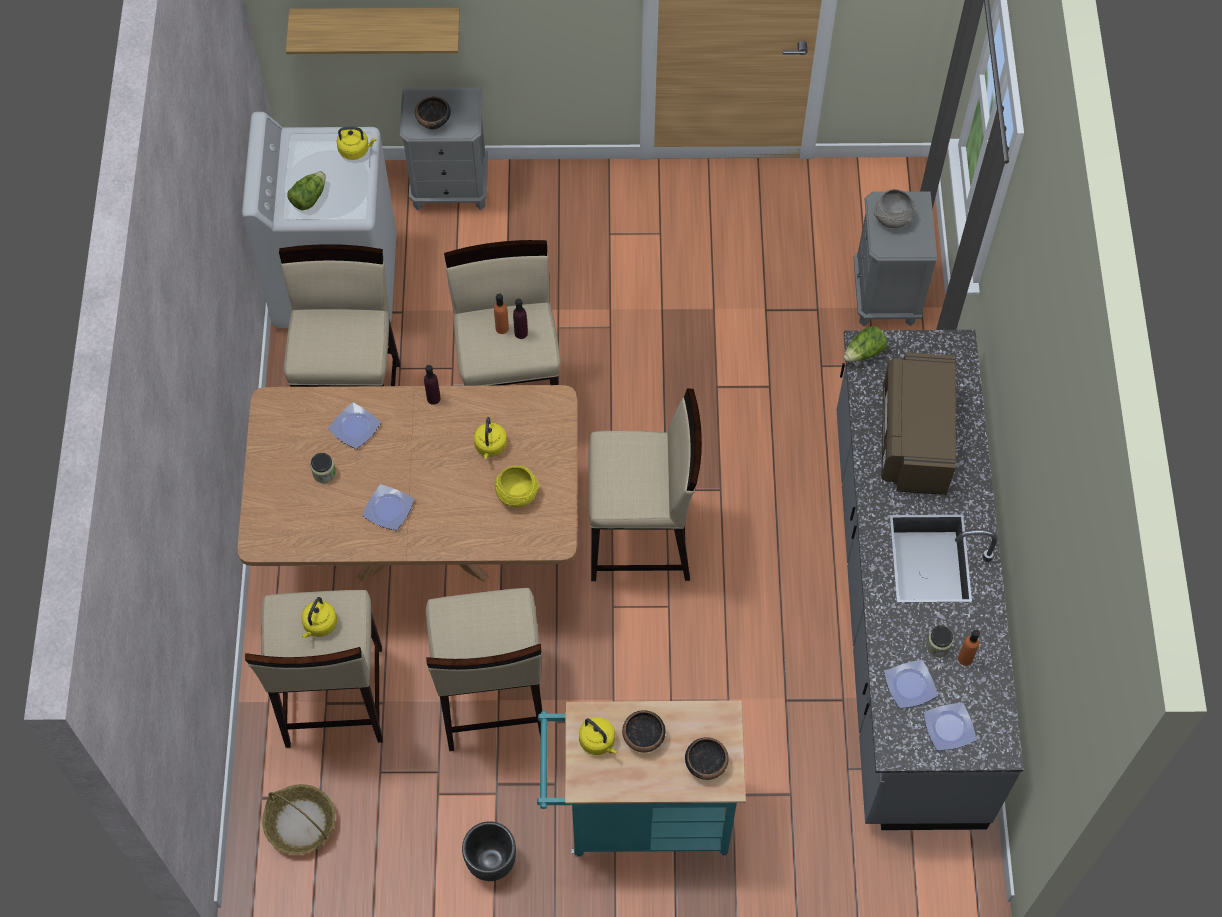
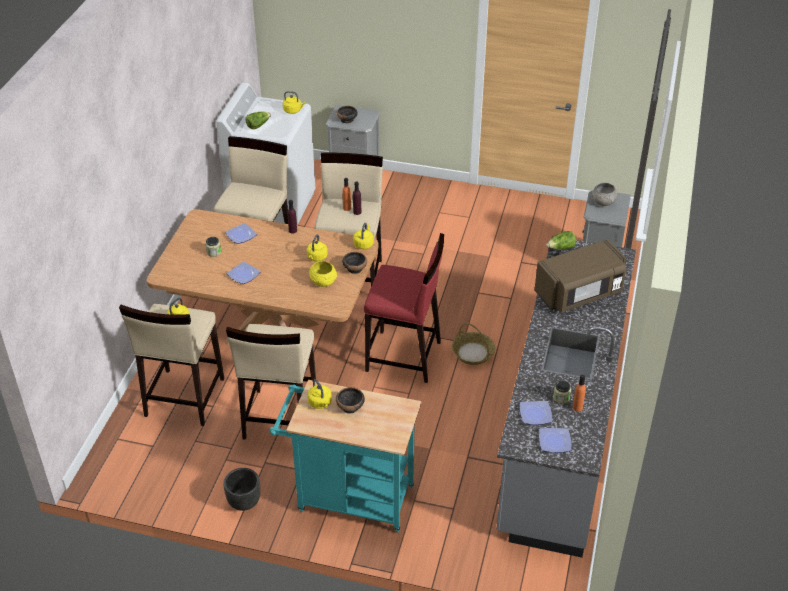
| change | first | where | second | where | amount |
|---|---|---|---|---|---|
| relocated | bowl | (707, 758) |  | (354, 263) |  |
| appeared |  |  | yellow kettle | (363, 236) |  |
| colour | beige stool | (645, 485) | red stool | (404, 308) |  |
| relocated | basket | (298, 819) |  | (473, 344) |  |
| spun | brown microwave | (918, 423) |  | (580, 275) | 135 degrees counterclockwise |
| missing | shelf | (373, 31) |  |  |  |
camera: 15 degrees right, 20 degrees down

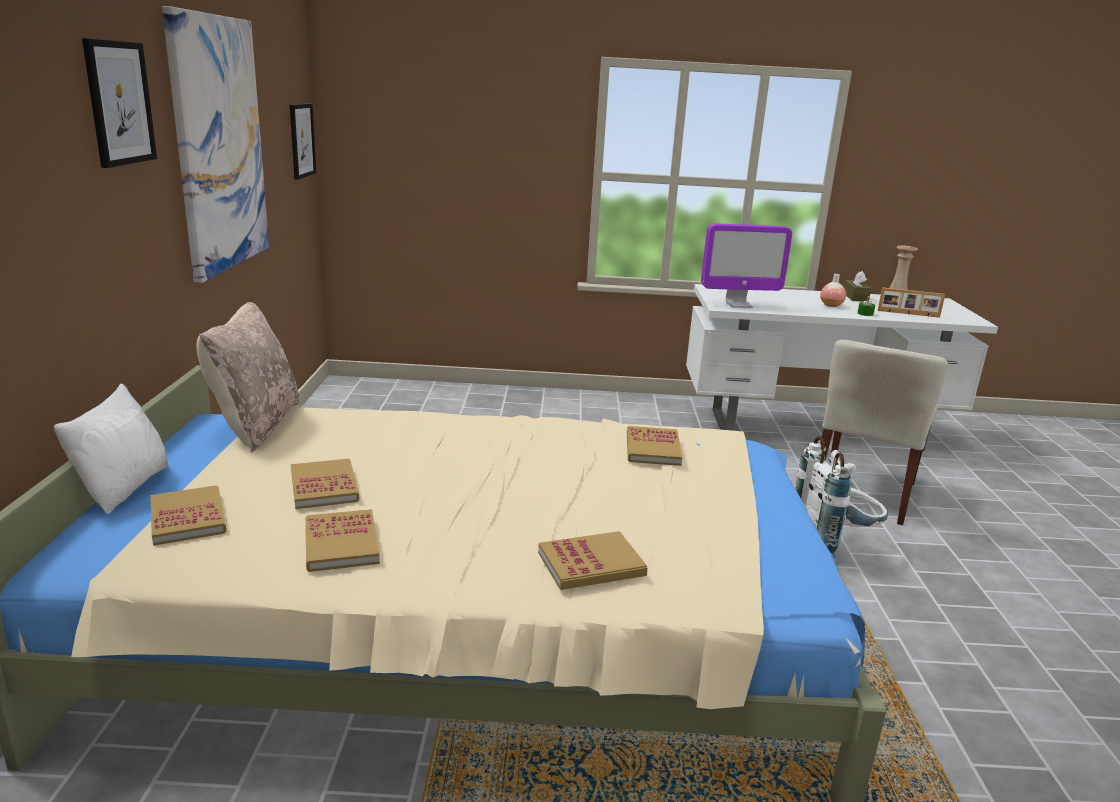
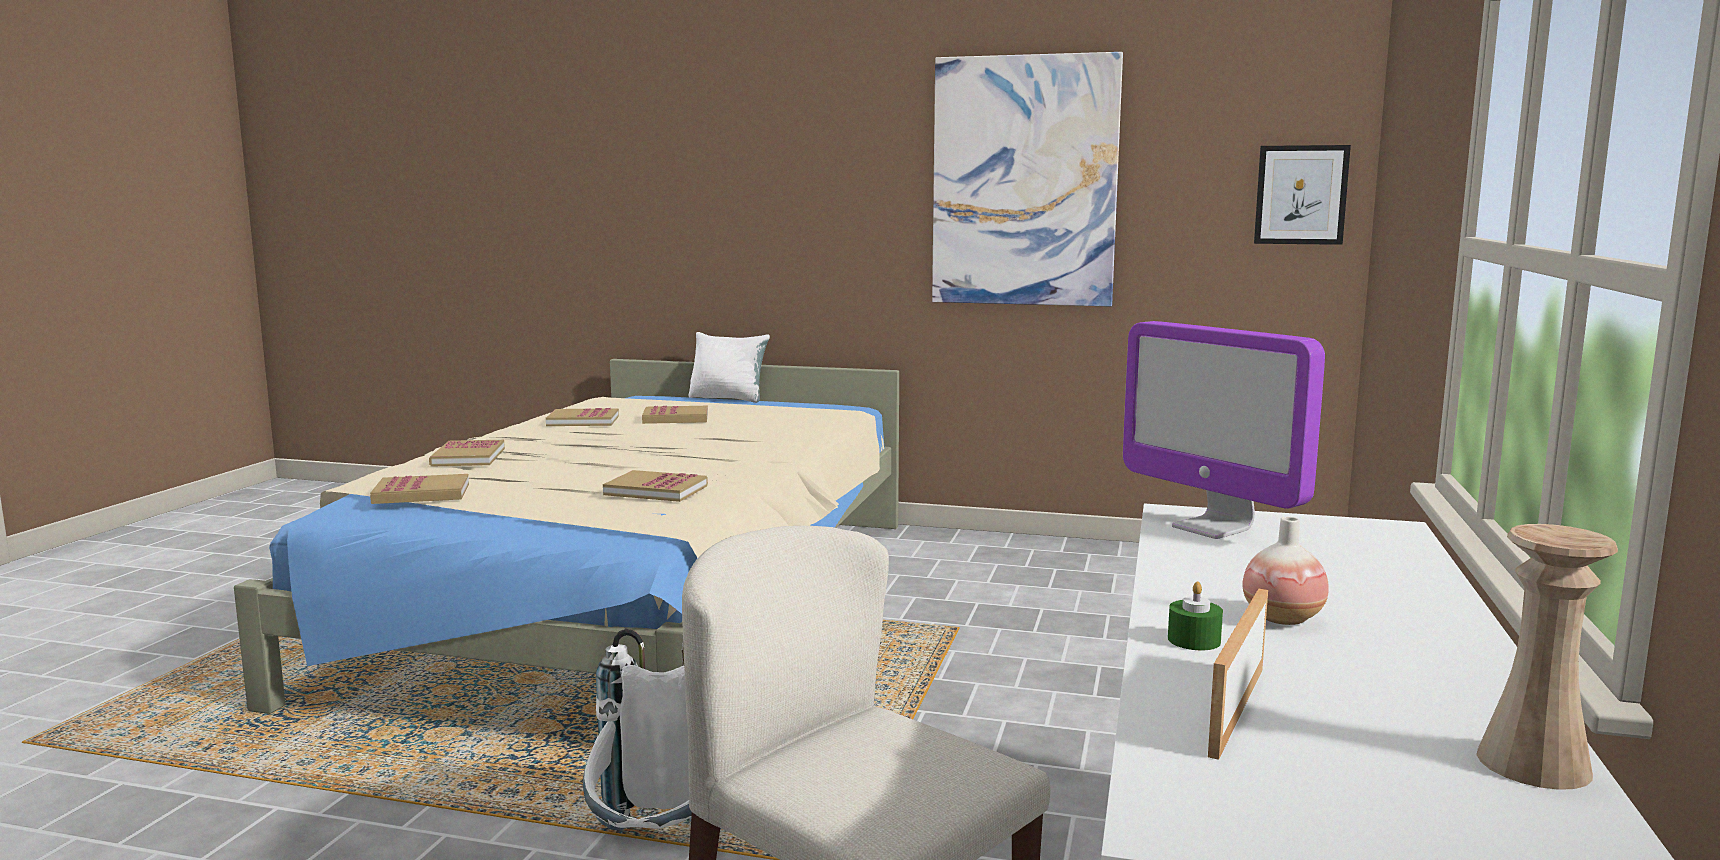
| change | first | where | second | where | amount |
|---|---|---|---|---|---|
| relocated | book | (188, 515) |  | (419, 489) |  |
| spun | monitor | (746, 265) |  | (1224, 430) | 45 degrees counterclockwise |
| missing | picture | (119, 103) |  |  |  |
| missing | beige pillow | (248, 377) |  |  |  |
| missing | brown tissue box | (857, 286) |  |  |  |
camera: 105 degrees right, 10 degrees down

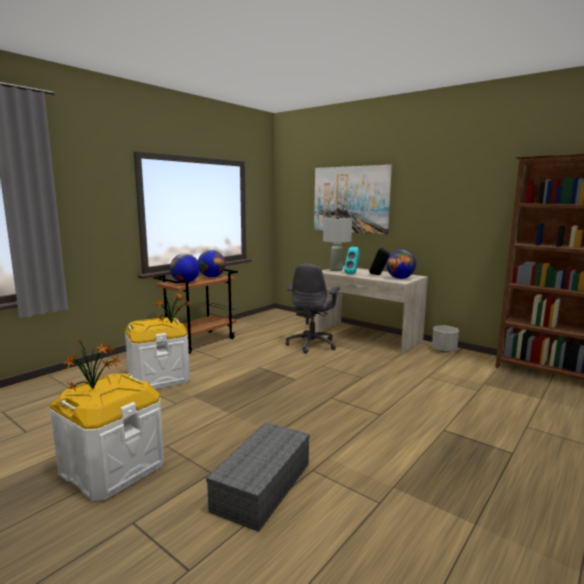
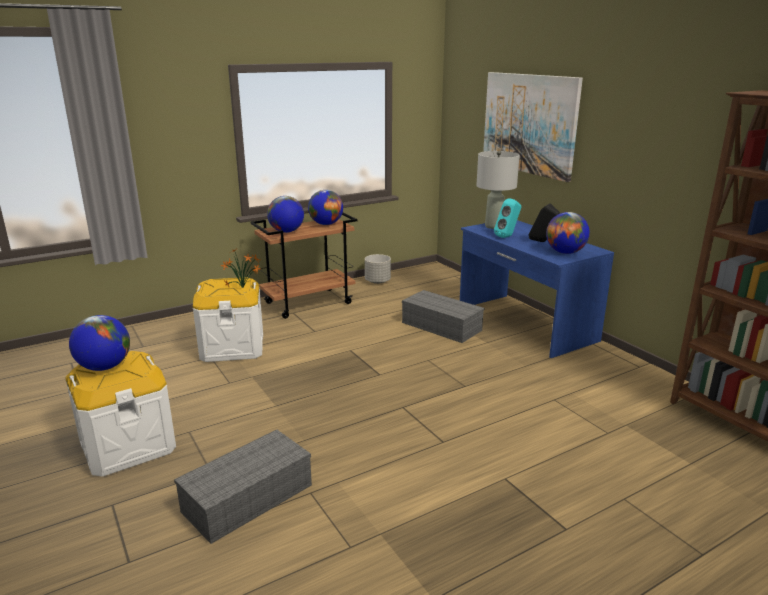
| change | first | where | second | where | amount |
|---|---|---|---|---|---|
| exchanged | potted plant | (92, 364) | globe | (99, 343) |  |
| relocated | grey planter | (445, 339) |  | (378, 269) |  |
| exchanged | grey office chair | (313, 309) | grey storage box | (443, 316) |  |
| colour | beige desk | (371, 310) | blue desk | (537, 289) |  |
camera: 20 degrees right, 10 degrees up

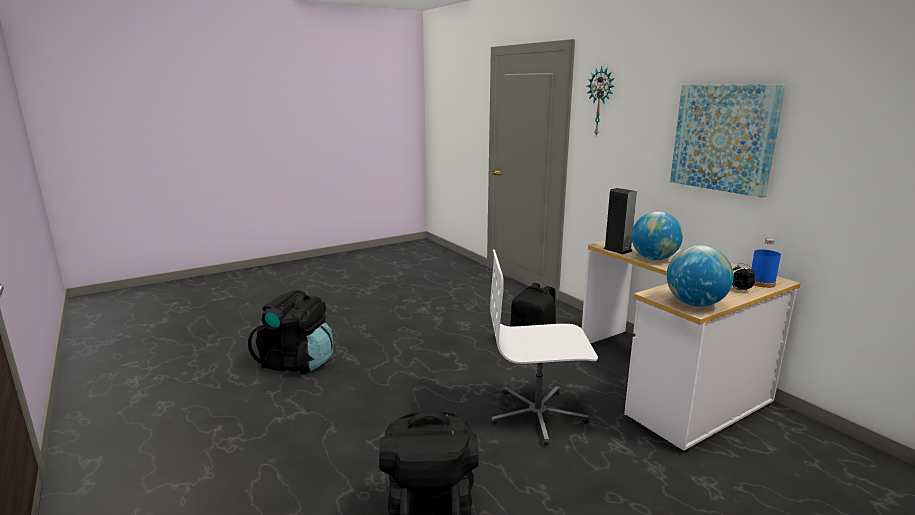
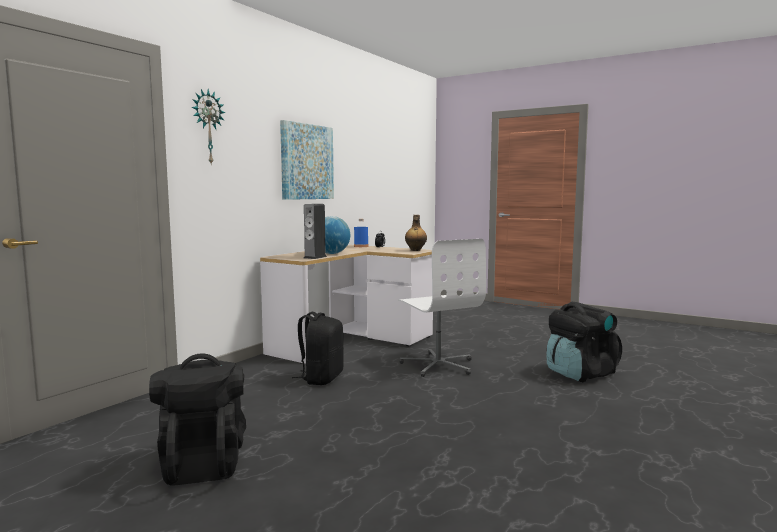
| change | first | where | second | where | amount |
|---|---|---|---|---|---|
| relocated | black backpack | (290, 332) |  | (197, 419) |  |
| exchanged | globe | (700, 276) | bottle | (416, 233) |  |
camera: 115 degrees left, 10 degrees down

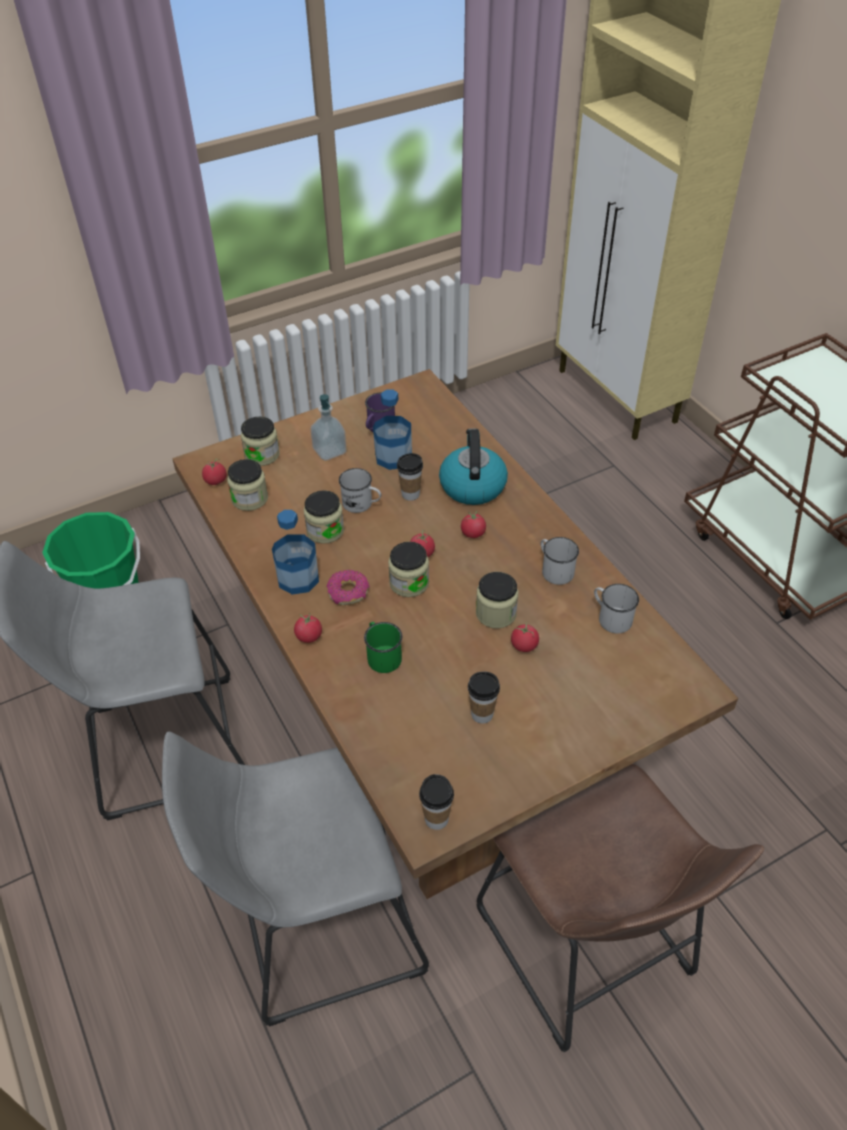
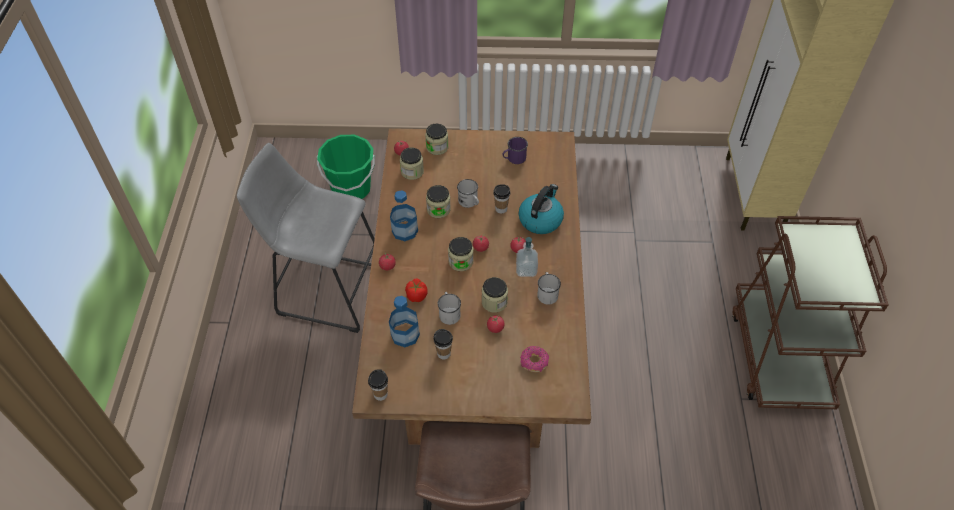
| change | first | where | second | where | amount |
|---|---|---|---|---|---|
| relocated | bottle | (392, 429) |  | (404, 321) |  |
| exchanged | green mug | (383, 647) | tomato | (416, 290) |  |
| relocated | white mug | (616, 608) |  | (449, 308) |  |
| relocated | soap dispenser | (329, 427) |  | (527, 257) |  |
| relocated | donut | (348, 587) |  | (534, 359) |  |
| missing | grey stool | (295, 879) |  |  |  |
camera: 30 degrees right, 5 degrees up

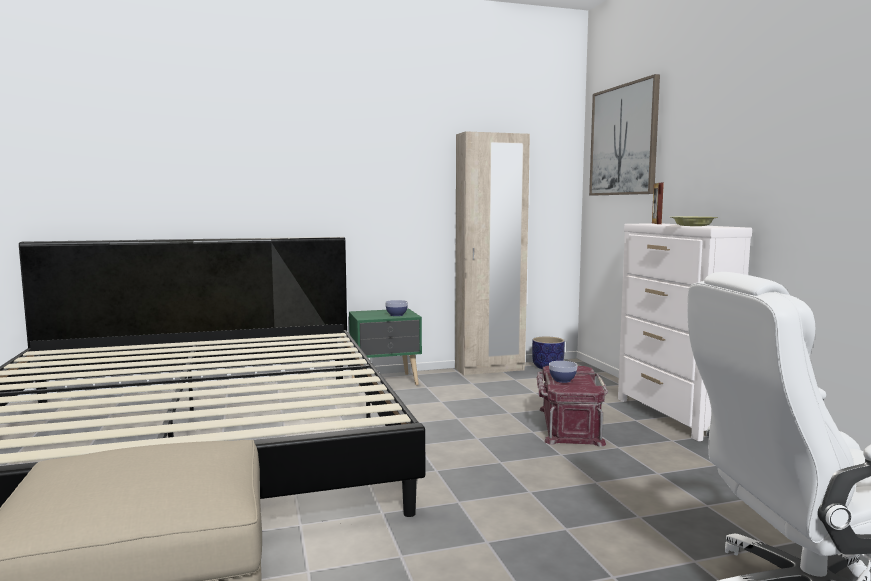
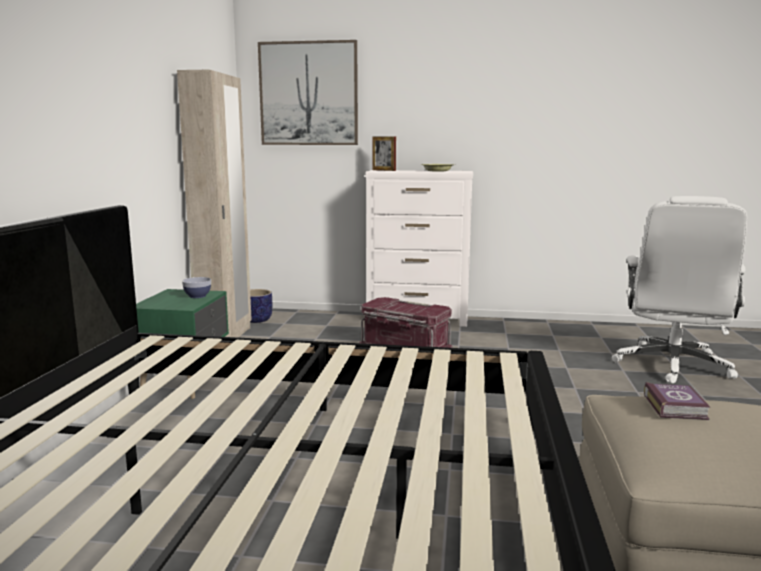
| change | first | where | second | where | amount |
|---|---|---|---|---|---|
| appeared |  |  | book | (677, 401) |  |
| missing | bowl | (563, 372) |  |  |  |
camera: 65 degrees left, 5 degrees up

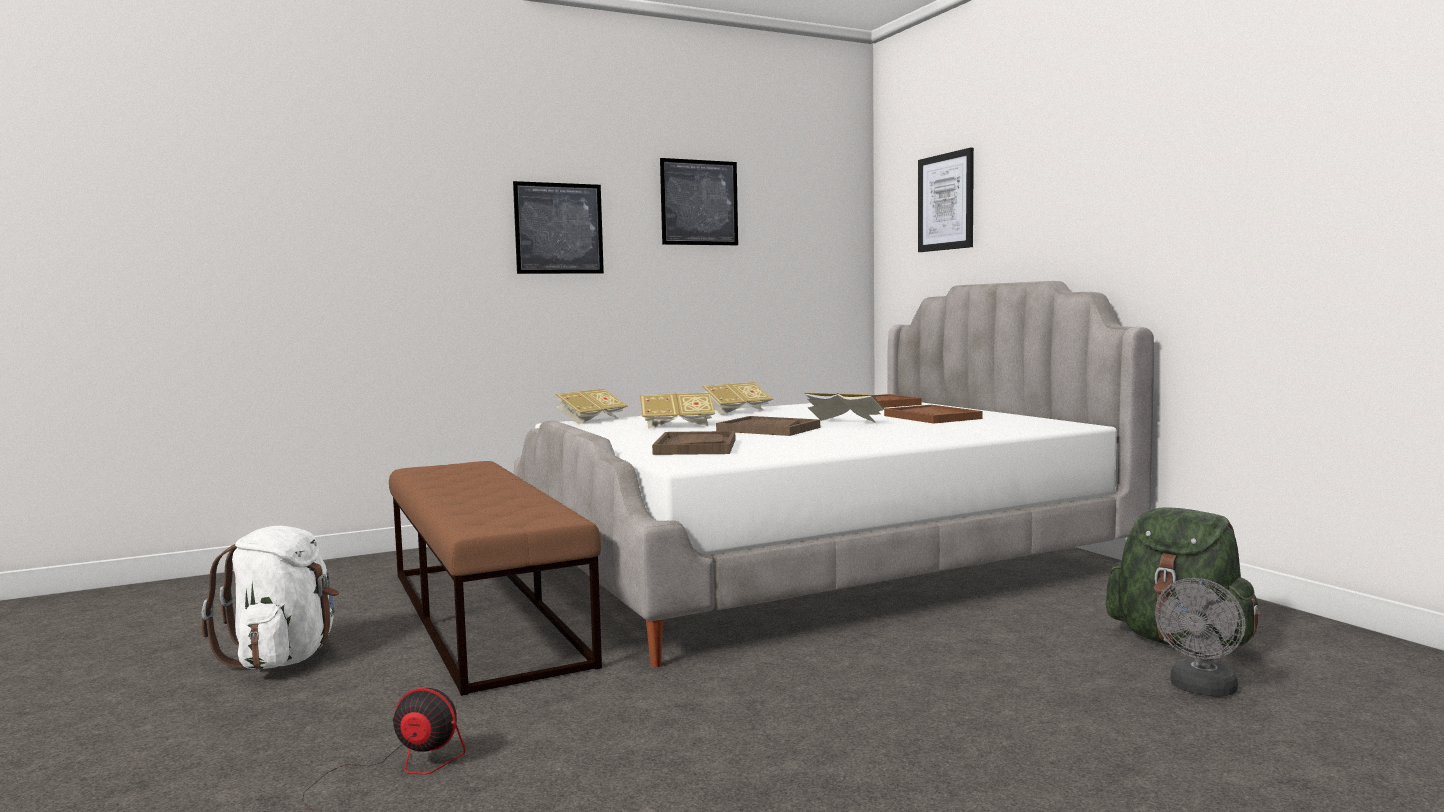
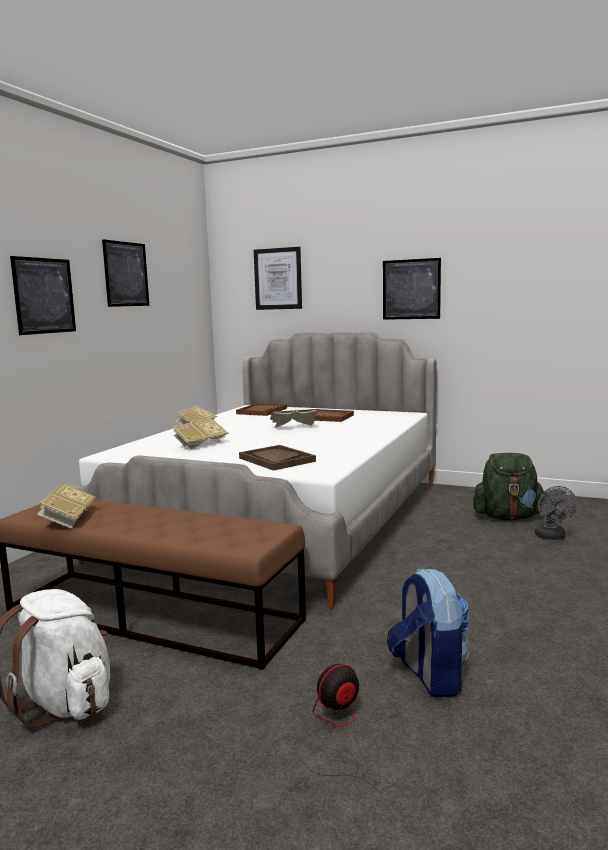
| change | first | where | second | where | amount |
|---|---|---|---|---|---|
| relocated | book | (591, 406) |  | (66, 506) |  |
| appeared |  |  | picture | (412, 289) |  |
| appeared |  |  | backpack | (428, 632) |  |
| missing | brown tray | (768, 426) |  |  |  |
camera: 40 degrees left, 5 degrees up

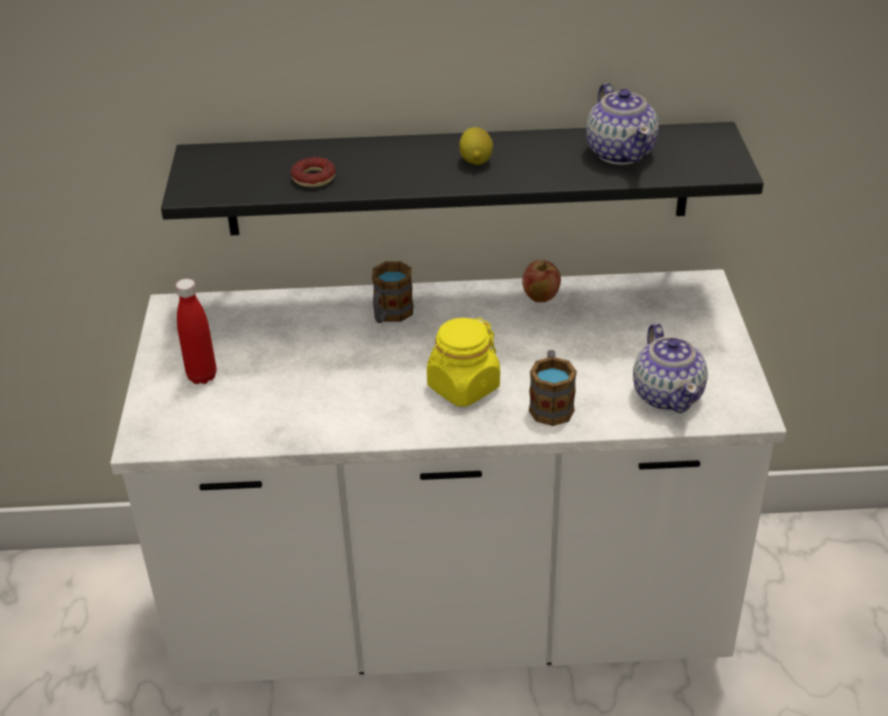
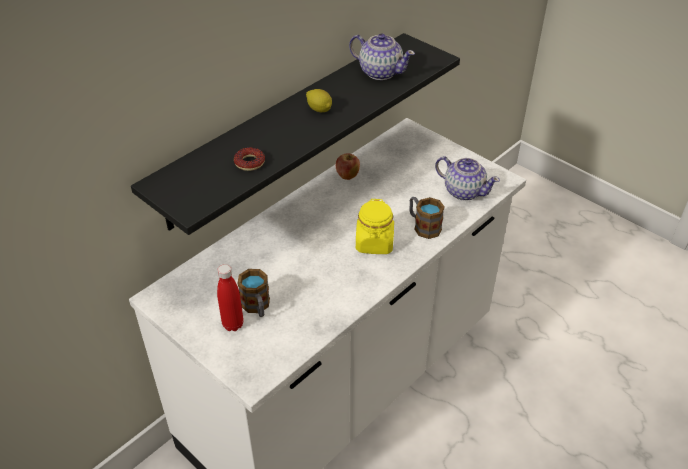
| change | first | where | second | where | amount |
|---|---|---|---|---|---|
| relocated | mug | (392, 292) |  | (253, 293) |  |
camera: 45 degrees left, 5 degrees up

